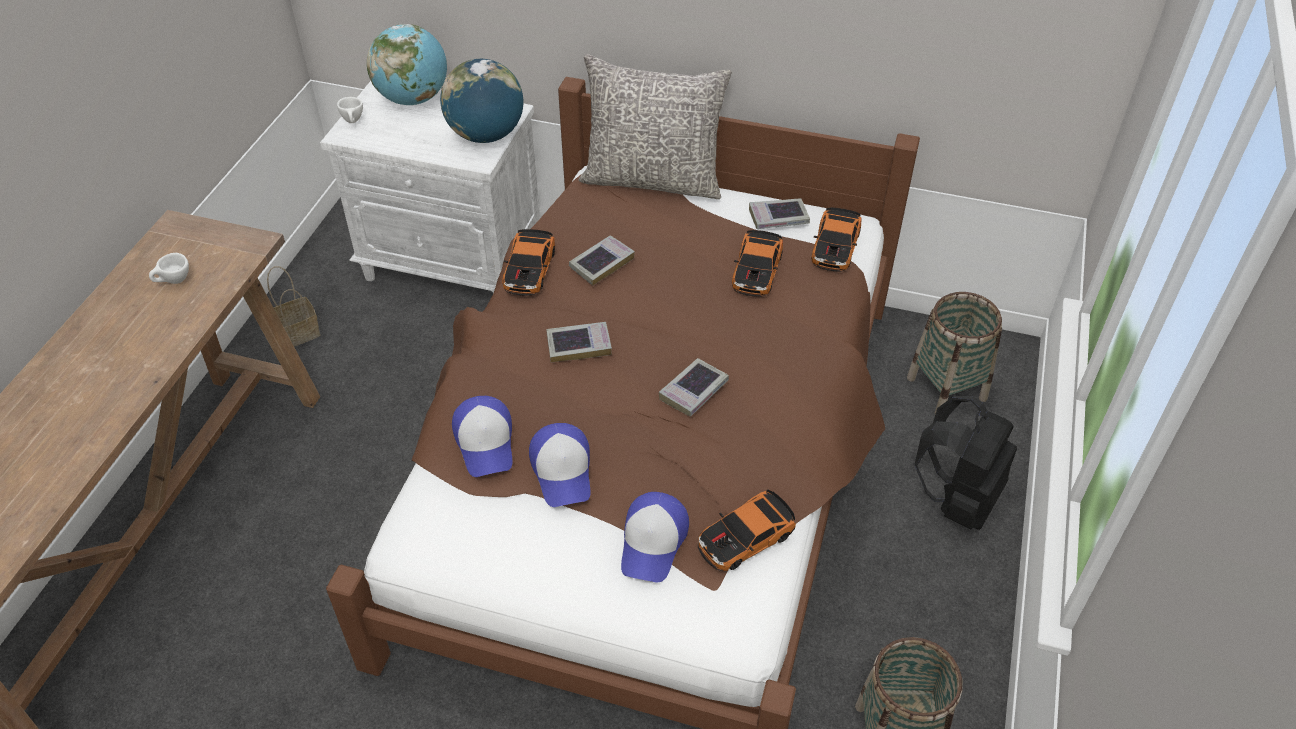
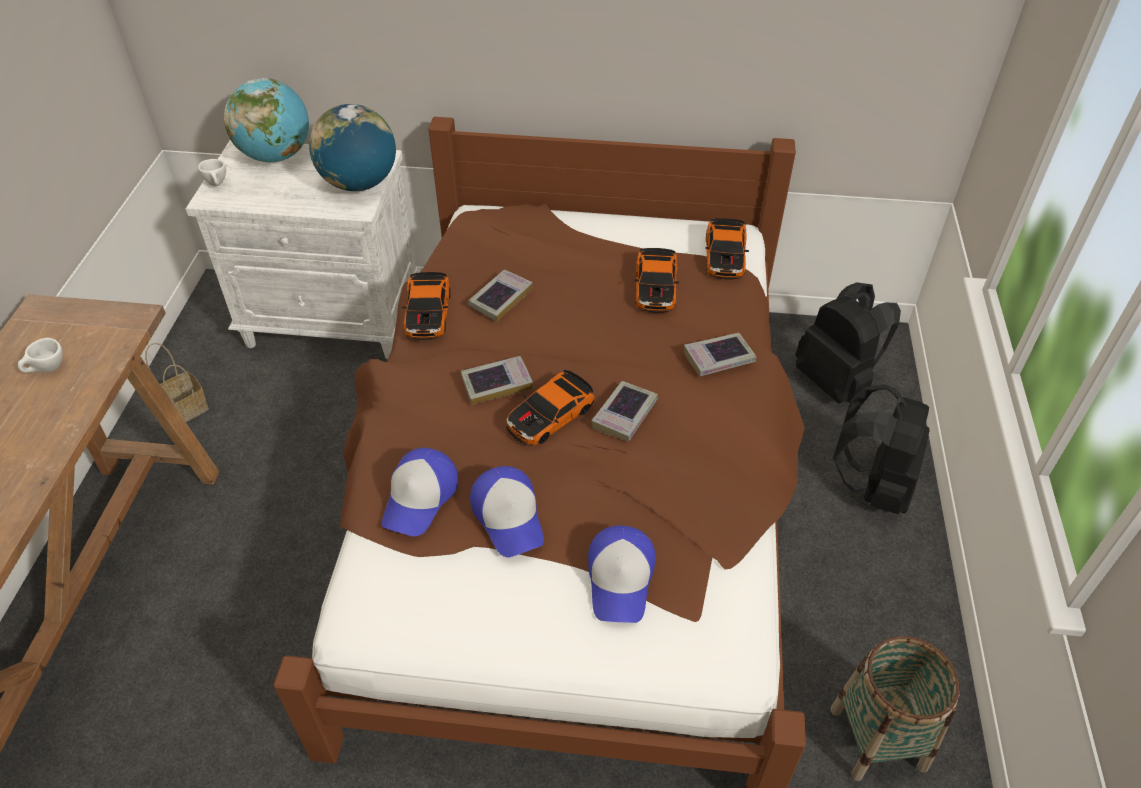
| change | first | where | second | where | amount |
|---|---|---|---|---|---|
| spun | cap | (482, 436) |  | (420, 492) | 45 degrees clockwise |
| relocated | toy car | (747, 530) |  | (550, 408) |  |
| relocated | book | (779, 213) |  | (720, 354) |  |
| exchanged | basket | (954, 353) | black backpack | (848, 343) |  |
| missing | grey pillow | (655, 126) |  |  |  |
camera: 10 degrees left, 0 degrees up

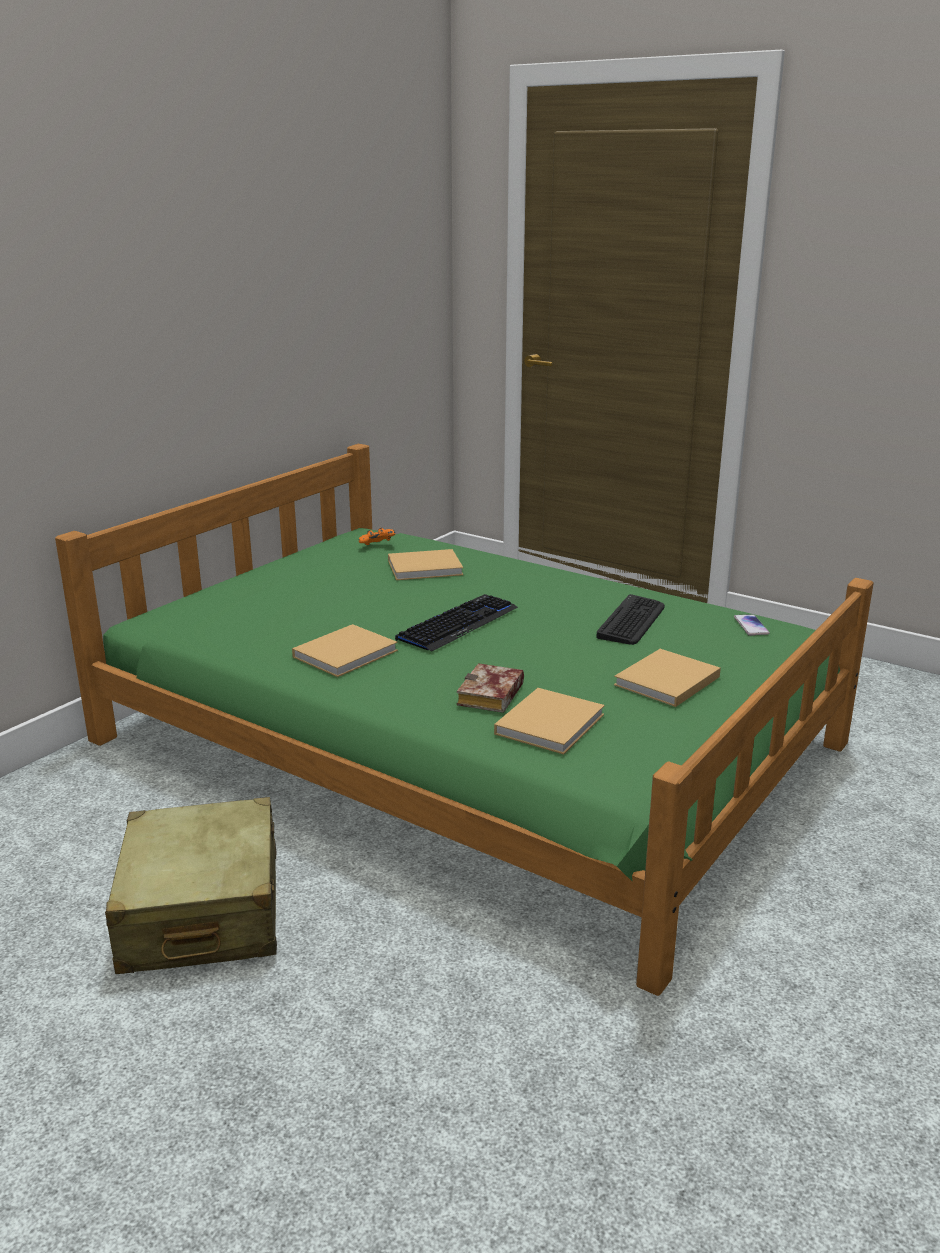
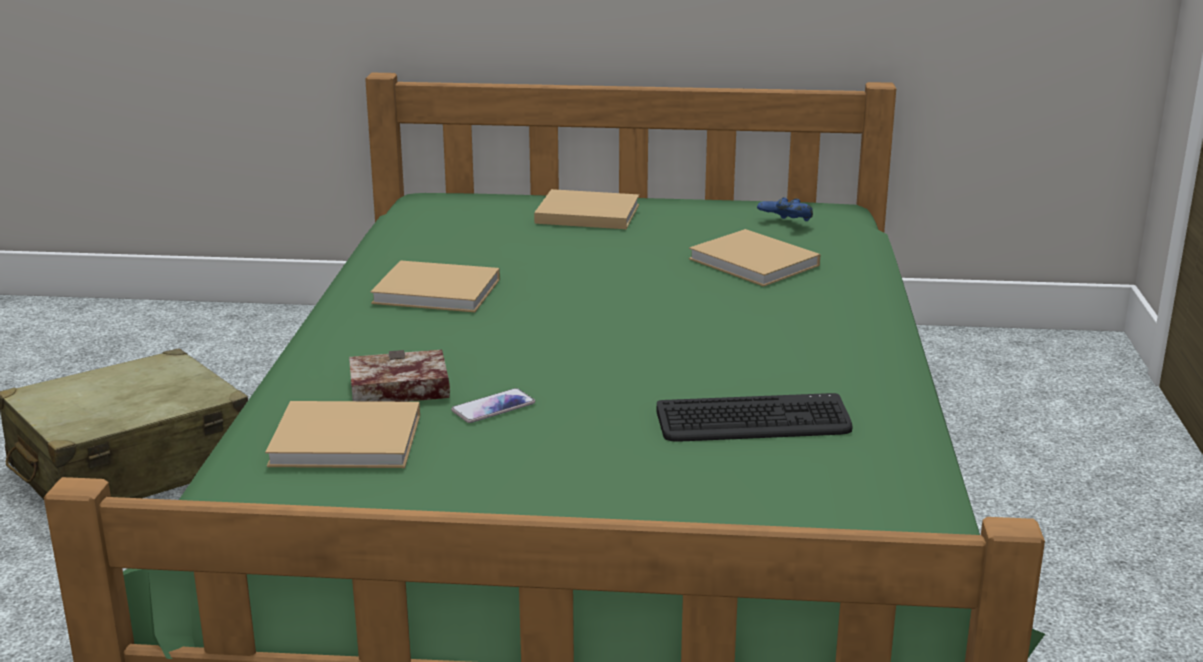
| change | first | where | second | where | amount |
|---|---|---|---|---|---|
| relocated | phone | (752, 625) |  | (493, 405) |  |
| relocated | beige book | (667, 678) |  | (586, 209) |  |
| colour | orange game controller | (377, 536) | blue game controller | (785, 209) |  |
| missing | keyboard | (456, 623) |  |  |  |
camera: 60 degrees right, 0 degrees up

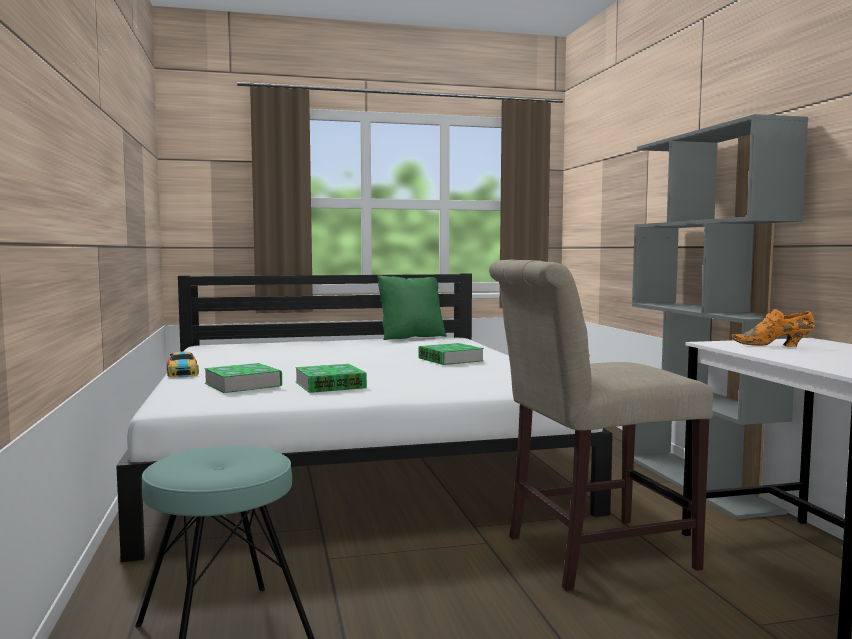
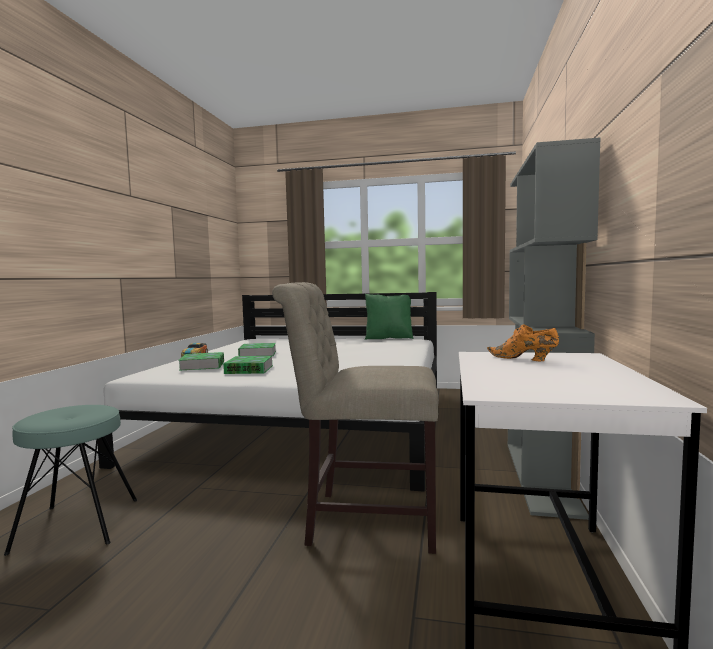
| change | first | where | second | where | amount |
|---|---|---|---|---|---|
| relocated | book | (451, 354) |  | (257, 349) |  |
camera: 25 degrees right, 0 degrees up

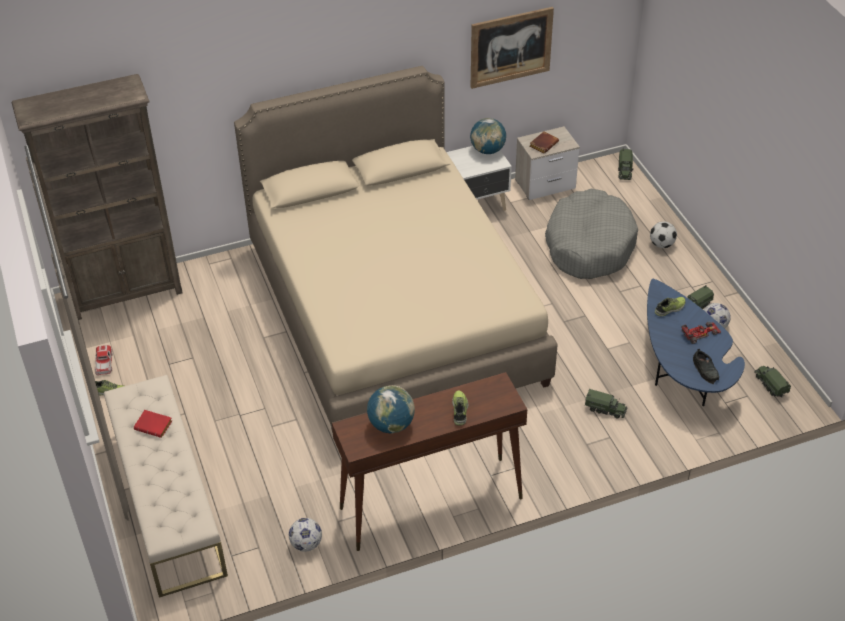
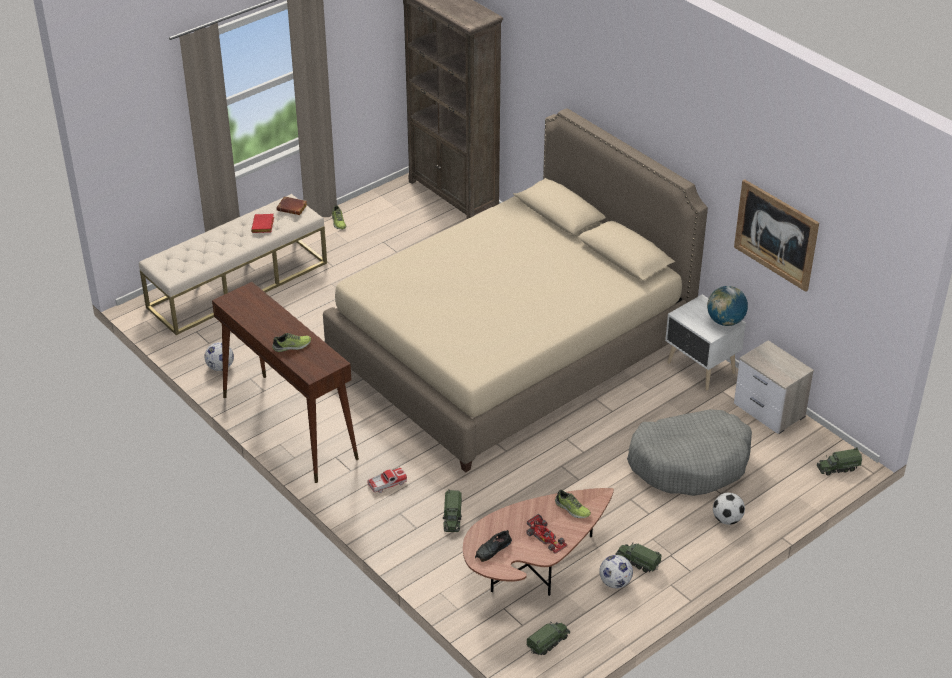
| change | first | where | second | where | amount |
|---|---|---|---|---|---|
| relocated | brown book | (544, 142) |  | (292, 205) |  |
| relocated | toy car | (104, 360) |  | (387, 480) |  |
| colour | blue coffee table | (696, 342) | brown coffee table | (538, 542) |  |
| missing | globe | (391, 409) |  |  |  |
camera: 70 degrees right, 5 degrees down

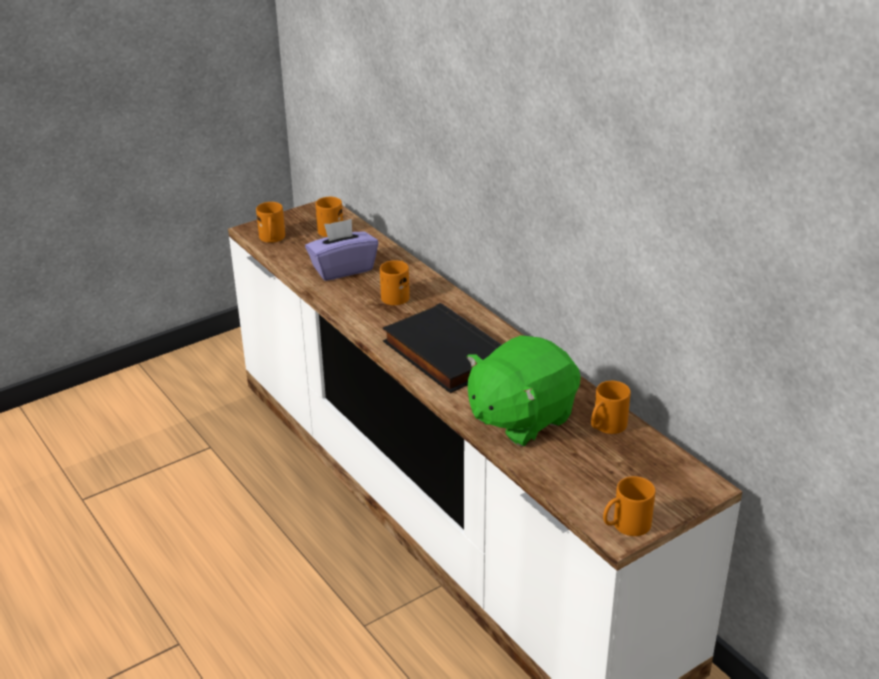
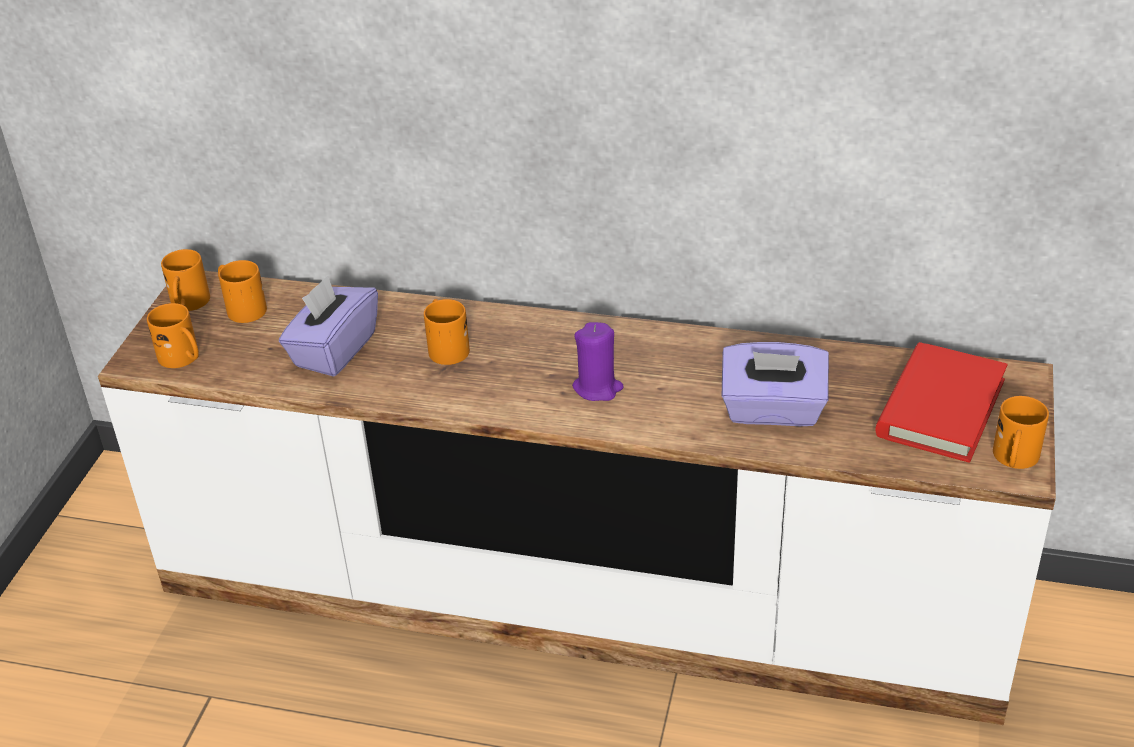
| change | first | where | second | where | amount |
|---|---|---|---|---|---|
| relocated | orange mug | (611, 407) |  | (185, 280) |  |
| exchanged | black book | (442, 348) | purple candle | (598, 361) |  |
| exchanged | green plush toy | (524, 390) | purple tissue box | (775, 384) |  |
| appeared |  |  | red book | (942, 402) |  |
camera: 40 degrees left, 5 degrees up

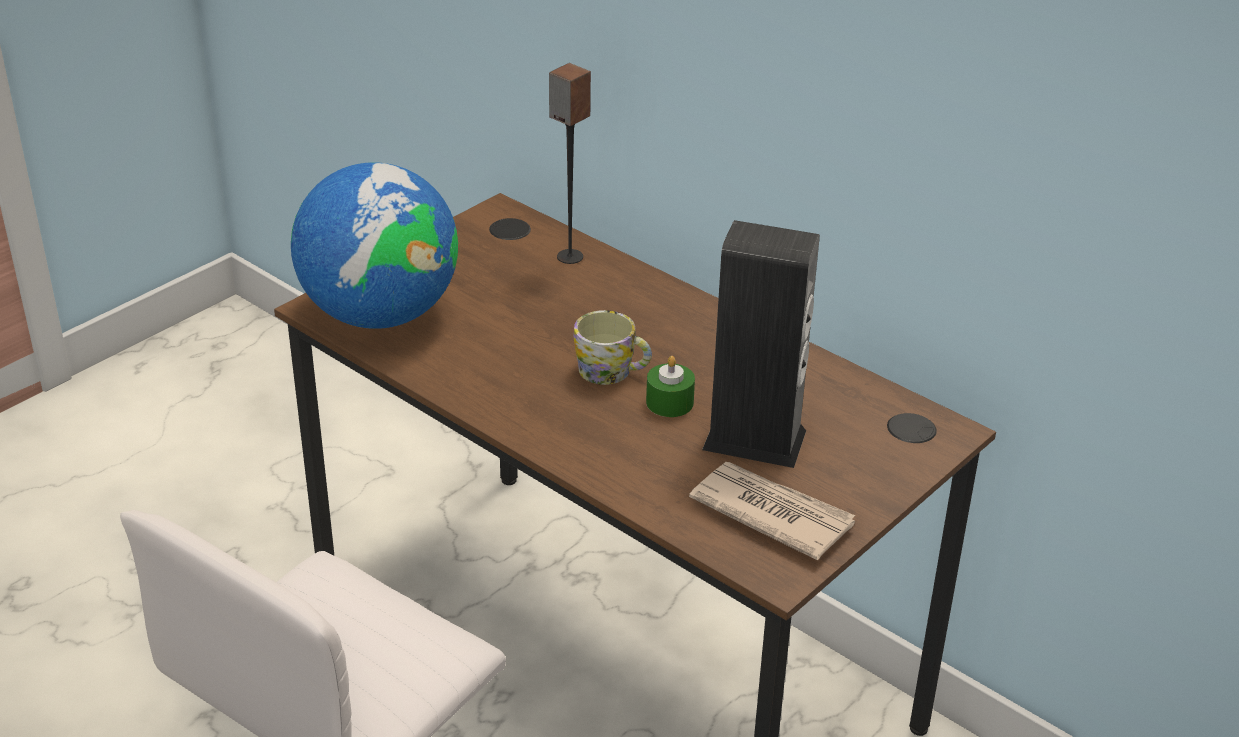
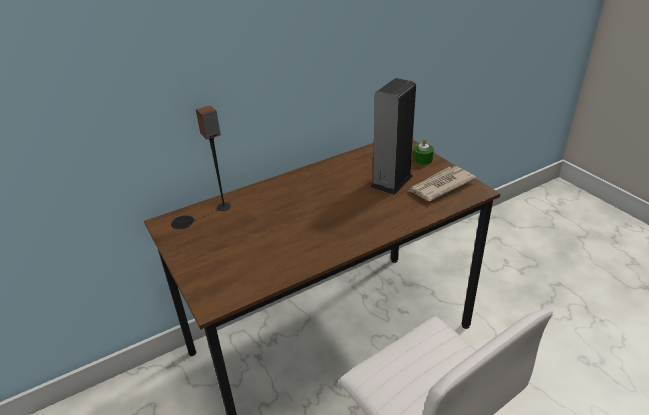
| change | first | where | second | where | amount |
|---|---|---|---|---|---|
| relocated | green candle | (670, 386) |  | (423, 152) |  |
| missing | globe | (374, 245) |  |  |  |
| missing | mug | (613, 347) |  |  |  |
camera: 70 degrees left, 0 degrees up

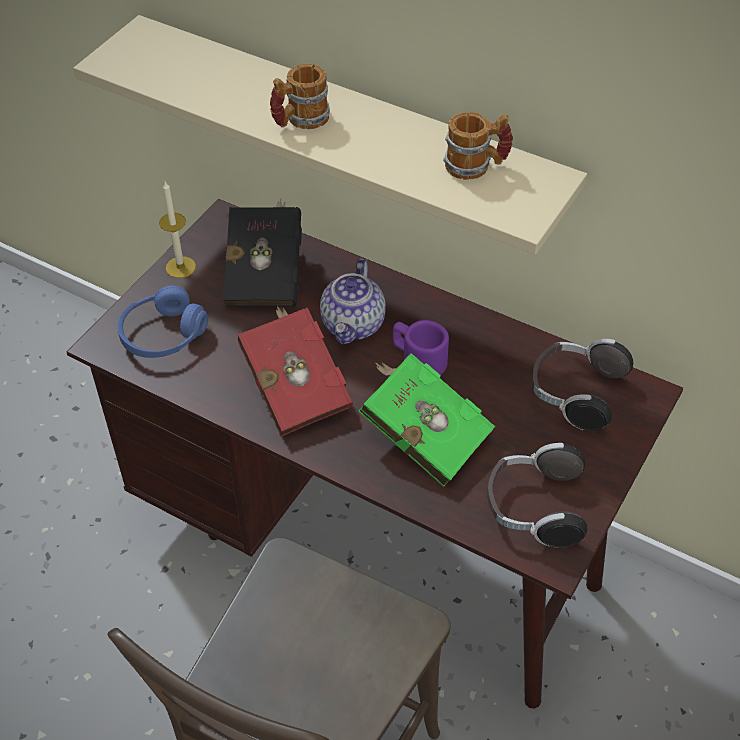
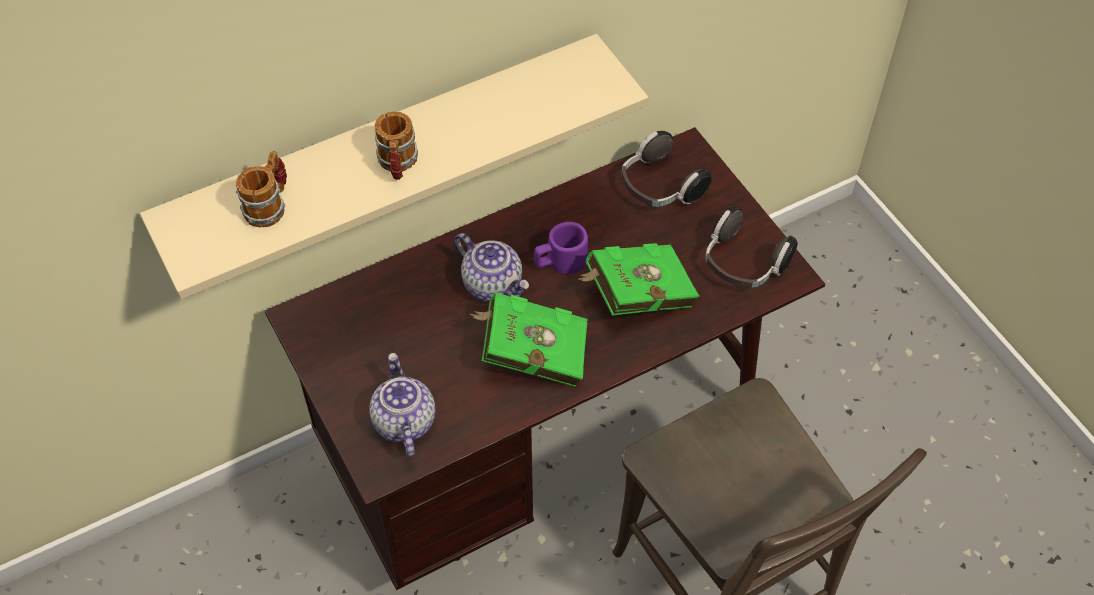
| change | first | where | second | where | amount |
|---|---|---|---|---|---|
| relocated | mug | (478, 146) |  | (261, 189) |  |
| exchanged | blue headphones | (162, 321) | teapot | (402, 405) |  |
| colour | red book | (295, 371) | green book | (528, 340) |  |
| missing | candle | (177, 229) |  |  |  |
| missing | black book | (262, 252) |  |  |  |
camera: 60 degrees left, 5 degrees up

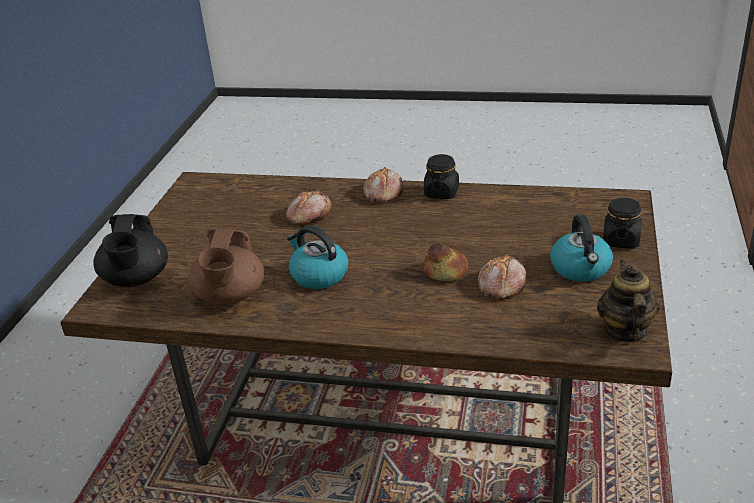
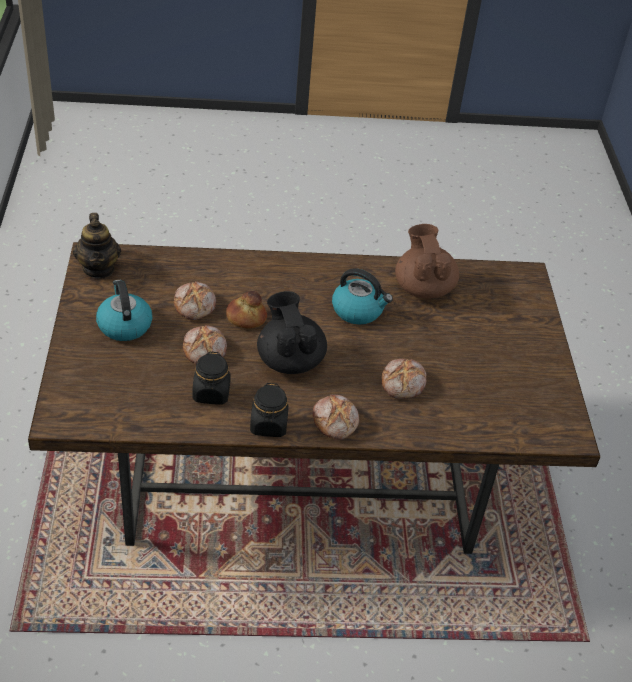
| change | first | where | second | where | amount |
|---|---|---|---|---|---|
| appeared |  |  | bread | (205, 344) |  |
| relocated | black jar | (622, 223) |  | (211, 378) |  |
| relocated | black teapot | (130, 250) |  | (292, 332) |  |
camera: 160 degrees right, 10 degrees up

